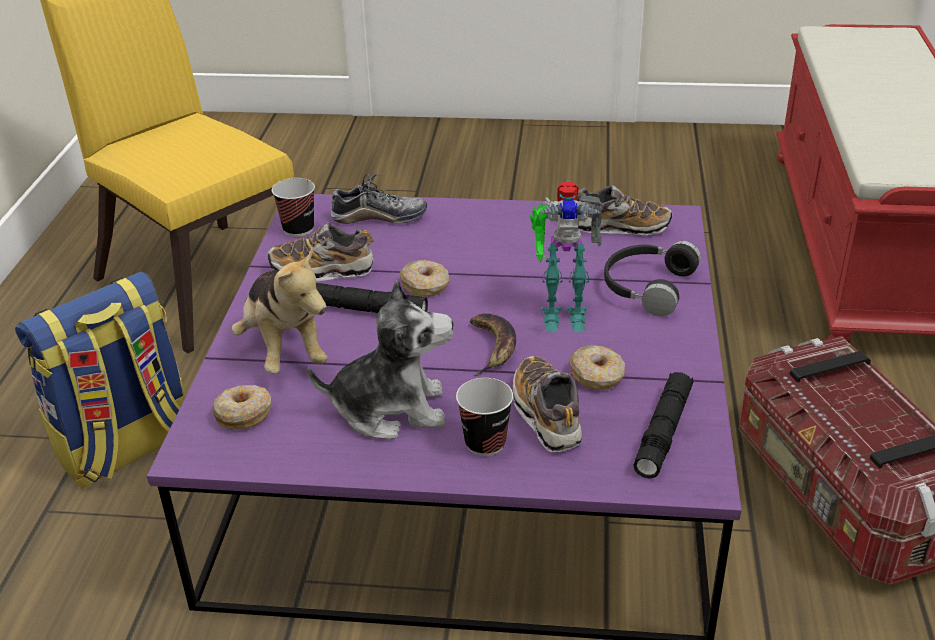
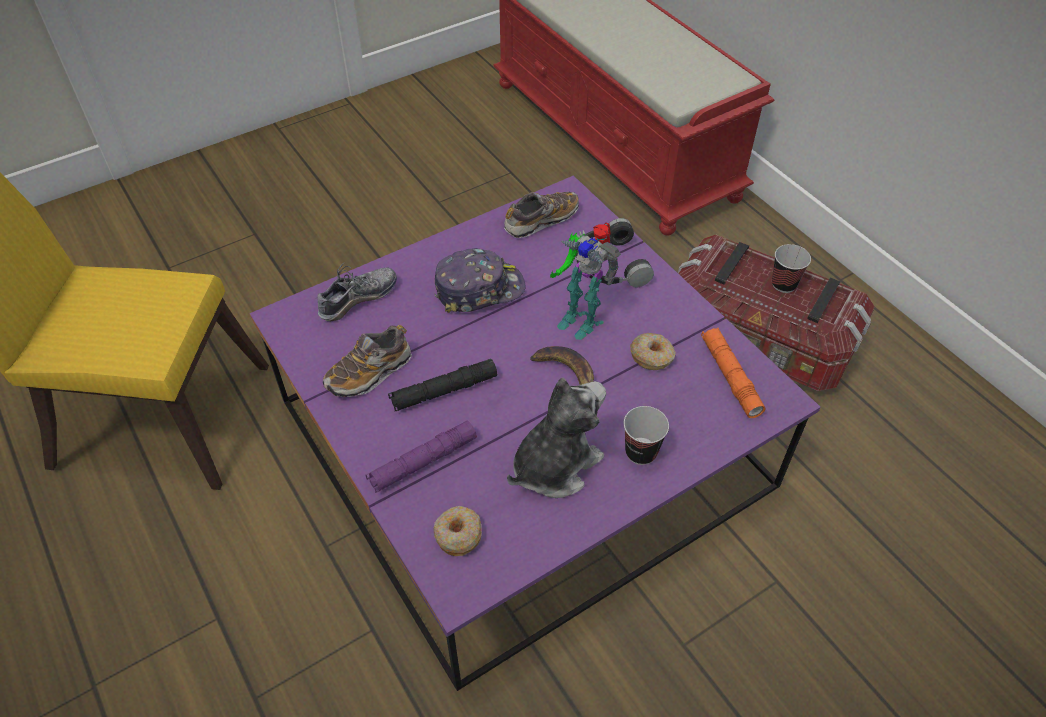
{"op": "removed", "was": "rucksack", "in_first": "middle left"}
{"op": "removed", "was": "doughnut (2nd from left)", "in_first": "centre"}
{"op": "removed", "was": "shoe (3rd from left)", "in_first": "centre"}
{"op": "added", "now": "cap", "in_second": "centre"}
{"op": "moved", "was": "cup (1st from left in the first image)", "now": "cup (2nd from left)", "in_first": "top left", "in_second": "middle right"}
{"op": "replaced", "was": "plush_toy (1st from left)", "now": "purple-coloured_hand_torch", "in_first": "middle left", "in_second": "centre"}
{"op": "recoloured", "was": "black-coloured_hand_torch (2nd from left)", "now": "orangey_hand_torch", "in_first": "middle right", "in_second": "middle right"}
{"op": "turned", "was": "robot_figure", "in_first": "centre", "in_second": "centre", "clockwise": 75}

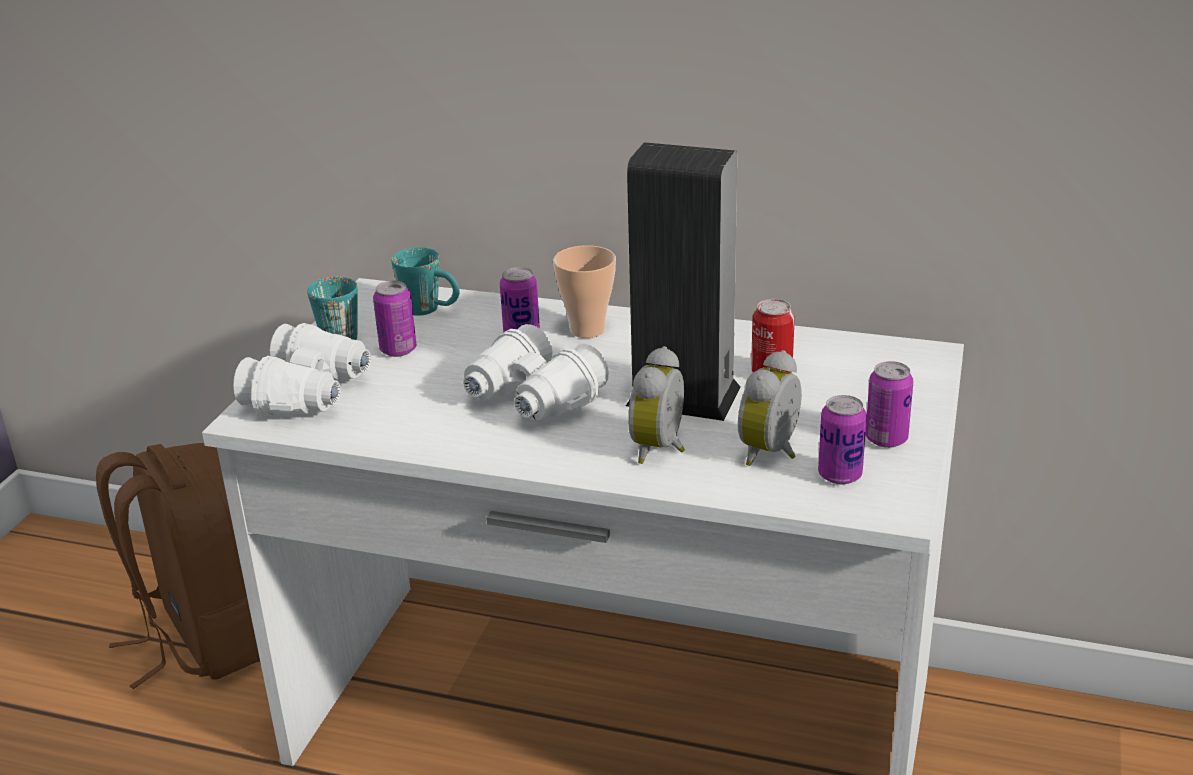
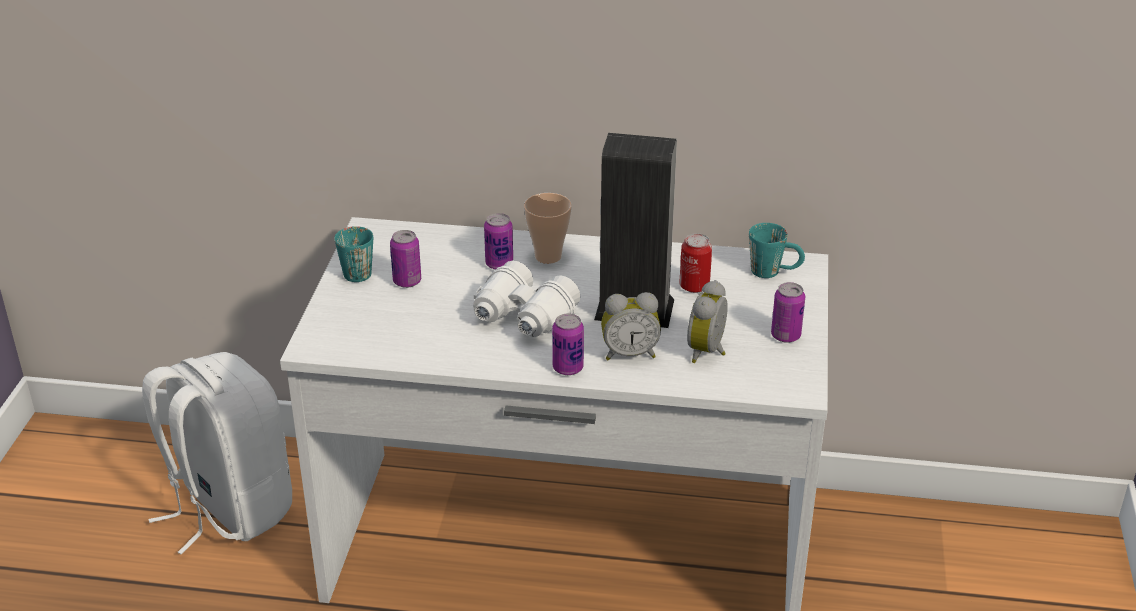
{"op": "removed", "was": "whitish_field_glasses (1st from left)", "in_first": "middle left"}
{"op": "moved", "was": "turquoise-coloured_coffee_mug (2nd from left)", "in_first": "centre", "in_second": "middle right"}
{"op": "moved", "was": "can (4th from left in the first image)", "now": "can (3rd from left)", "in_first": "middle right", "in_second": "centre"}
{"op": "recoloured", "was": "brown_rucksack", "now": "whitish_rucksack", "in_first": "bottom left", "in_second": "bottom left"}
{"op": "turned", "was": "bedside_clock (1st from left)", "in_first": "centre", "in_second": "centre", "clockwise": -105}

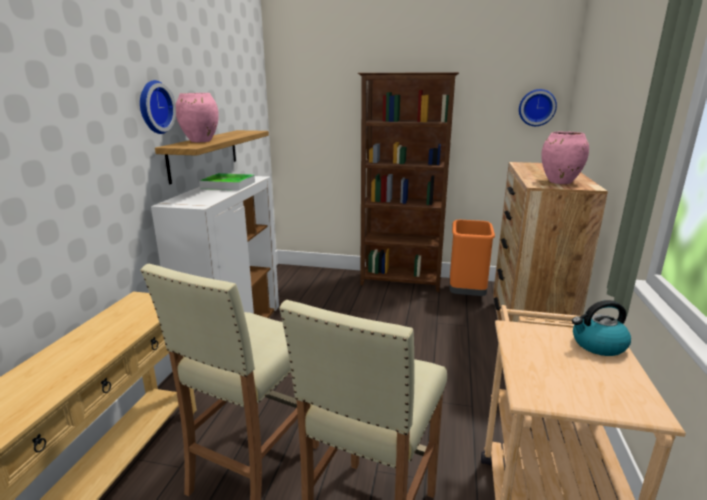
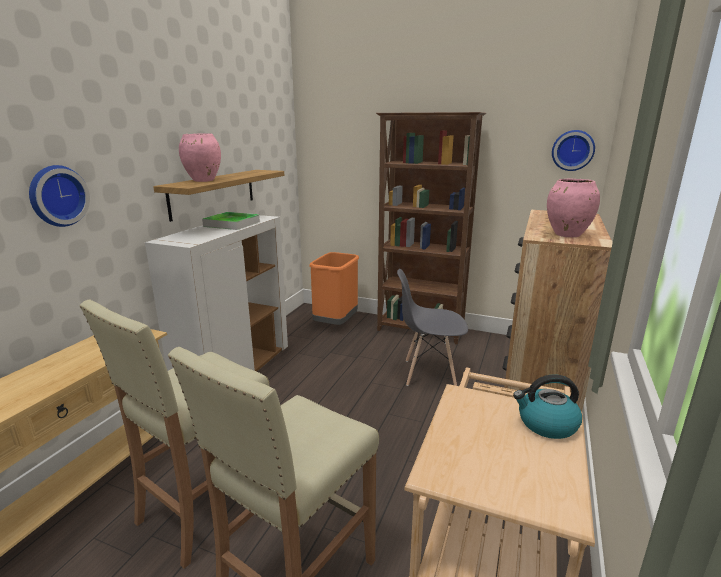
{"op": "added", "now": "grey_chair", "in_second": "centre"}
{"op": "moved", "was": "clock_on_the_wall (1st from left)", "in_first": "top left", "in_second": "middle left"}
{"op": "moved", "was": "orangey_waste_bin", "in_first": "middle right", "in_second": "centre"}

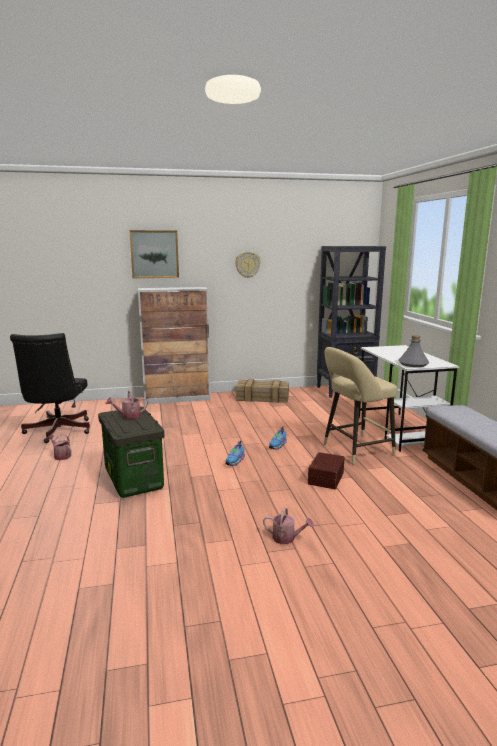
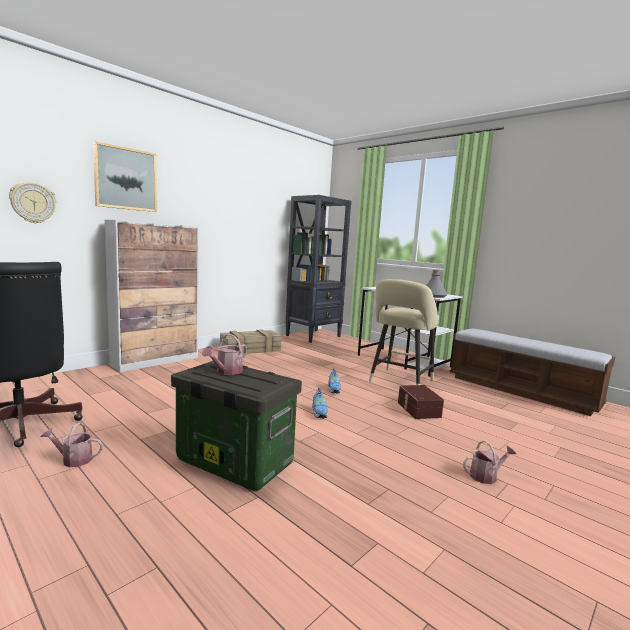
{"op": "moved", "was": "clock_on_the_wall", "in_first": "centre", "in_second": "top left"}

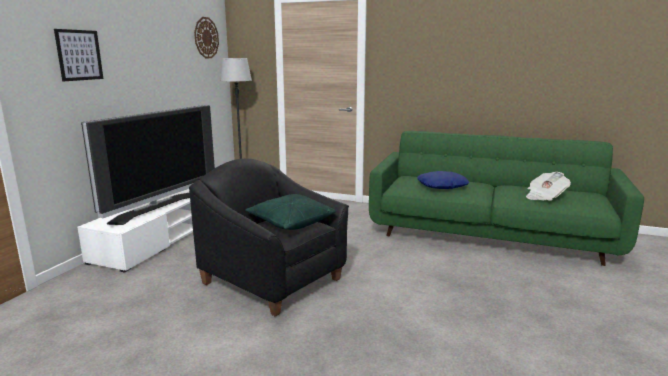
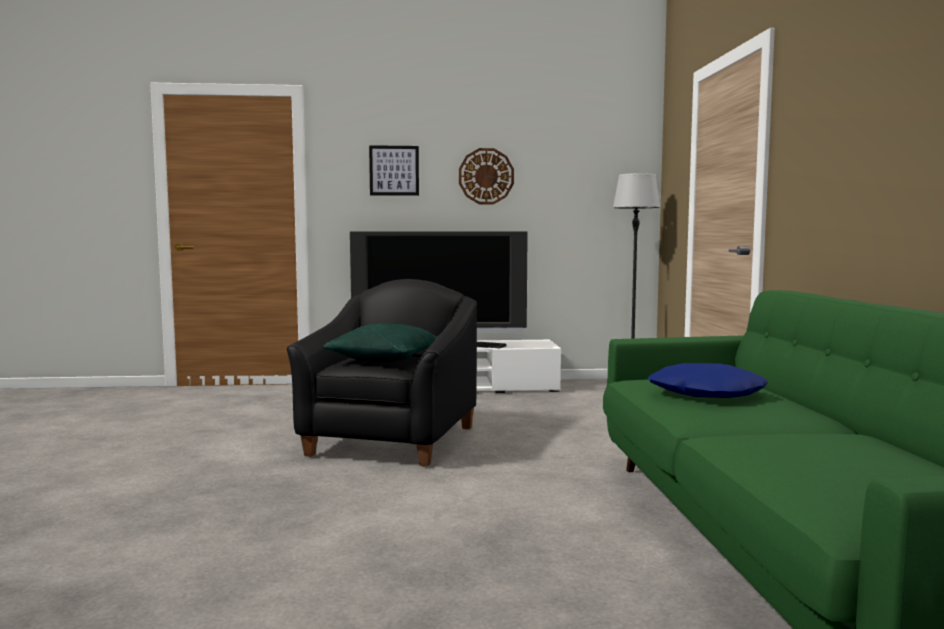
{"op": "removed", "was": "newspaper", "in_first": "middle right"}
{"op": "moved", "was": "clock_on_the_wall", "in_first": "top left", "in_second": "top centre"}

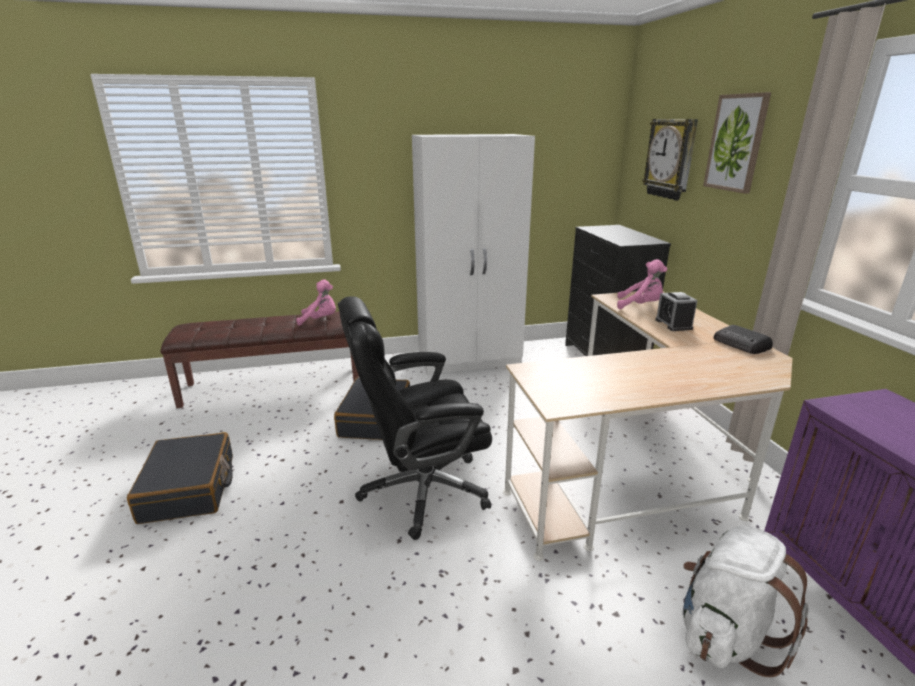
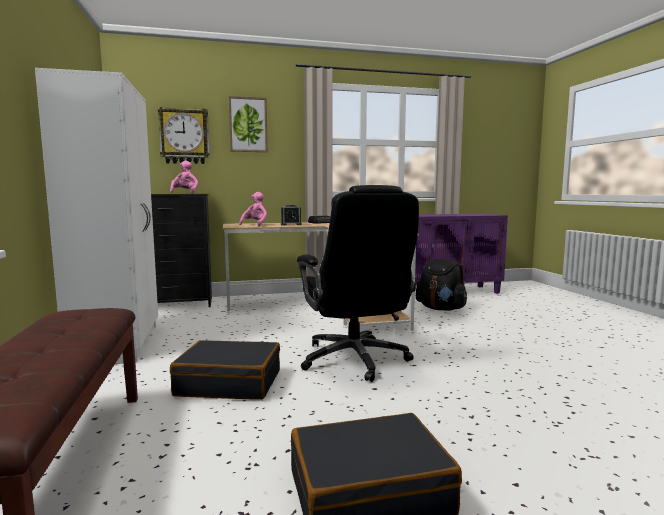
{"op": "moved", "was": "pinkish_plush_toy (1st from left)", "in_first": "centre", "in_second": "middle left"}
{"op": "recoloured", "was": "whitish_rucksack", "now": "black-coloured_rucksack", "in_first": "bottom right", "in_second": "centre"}

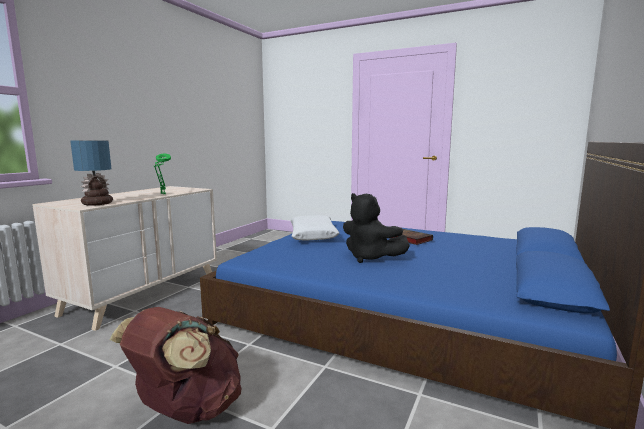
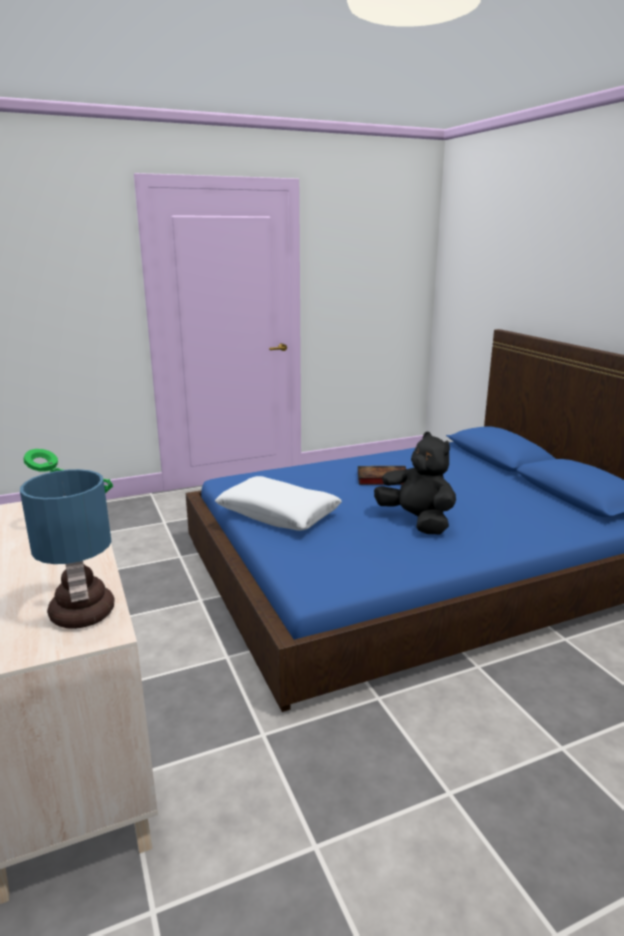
{"op": "removed", "was": "brown_rucksack", "in_first": "bottom left"}
{"op": "turned", "was": "black-coloured_plush_toy", "in_first": "centre", "in_second": "centre", "clockwise": -120}

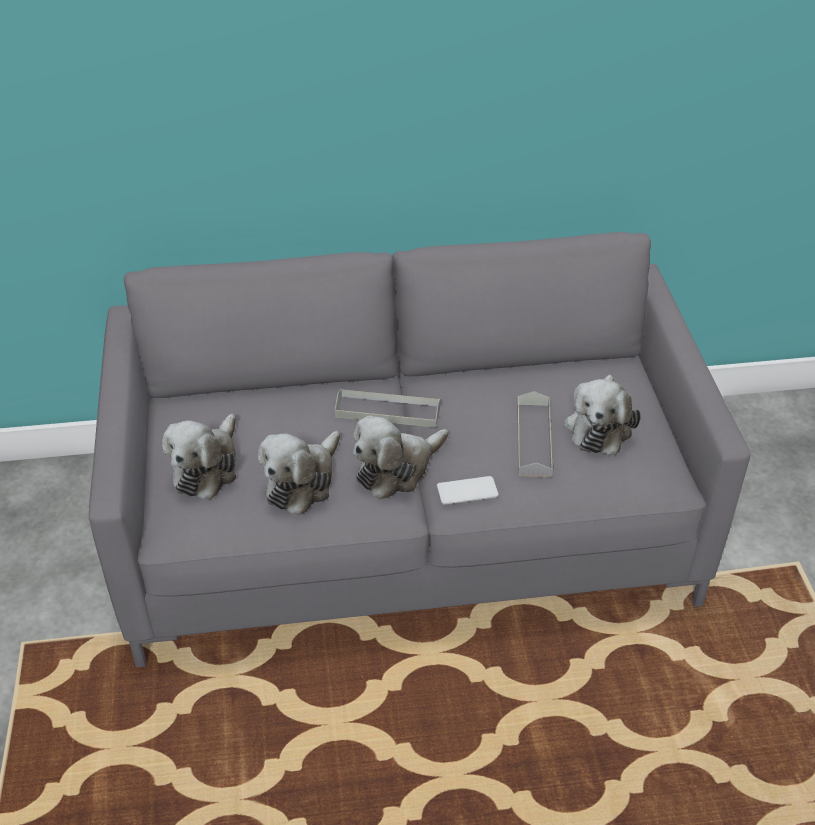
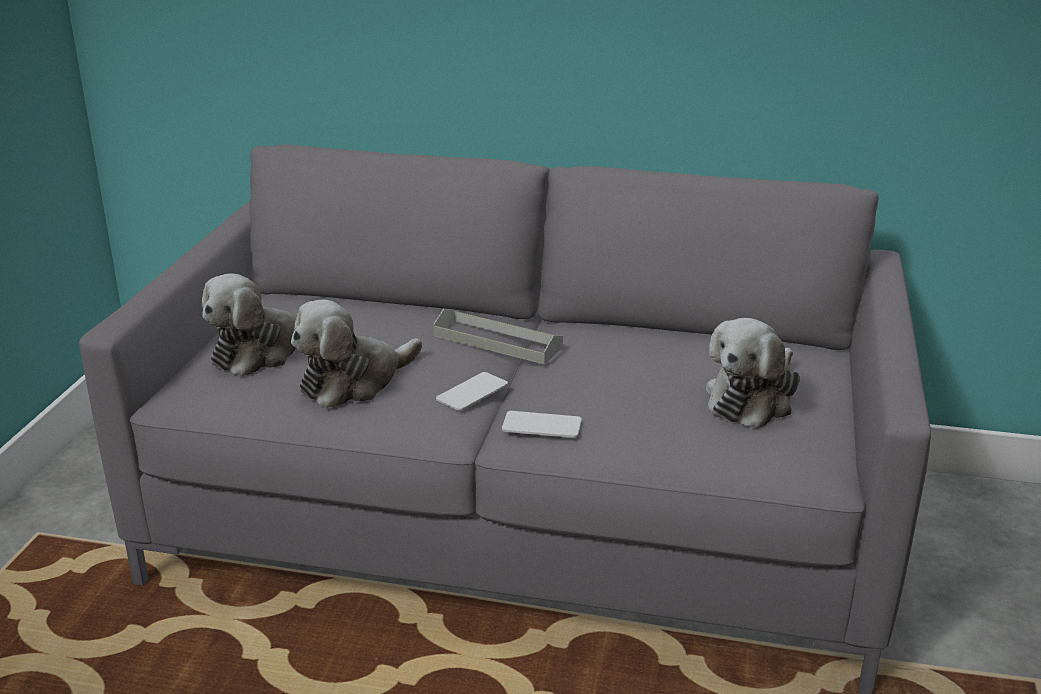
{"op": "removed", "was": "grey_serving_tray (2nd from left)", "in_first": "centre"}
{"op": "replaced", "was": "plush_toy (3rd from left)", "now": "handset (1st from left)", "in_first": "centre", "in_second": "centre"}

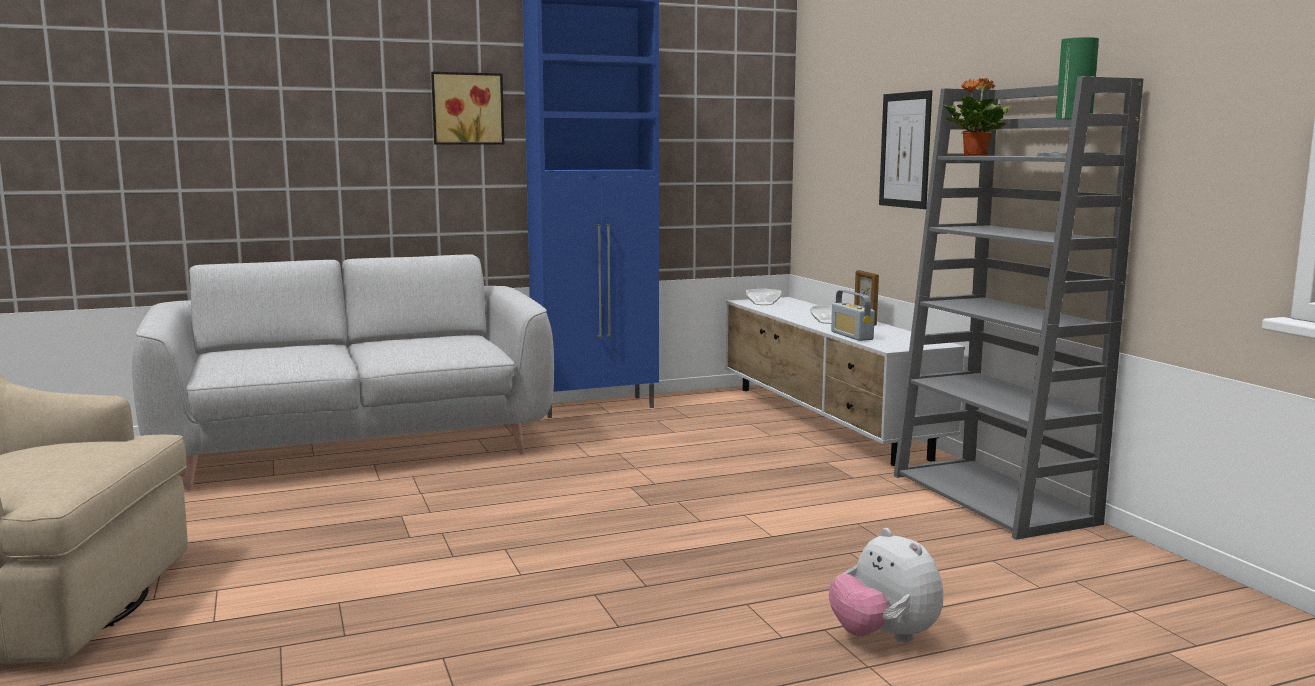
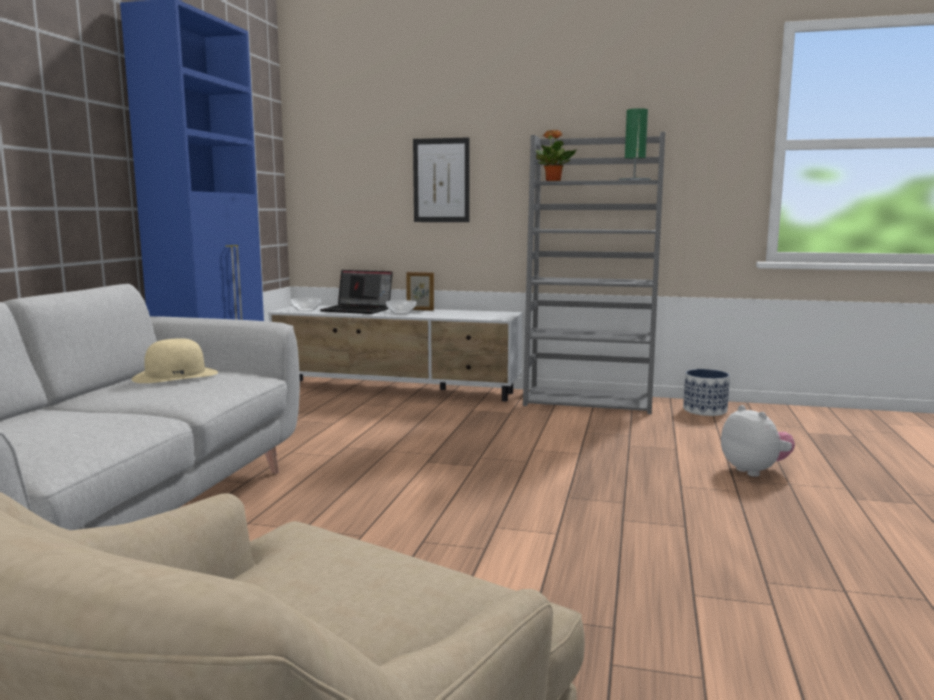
{"op": "removed", "was": "wall_art (1st from left)", "in_first": "top centre"}
{"op": "removed", "was": "radio_set", "in_first": "centre"}
{"op": "added", "now": "sand-coloured_wearable_hat", "in_second": "middle left"}
{"op": "added", "now": "portable_computer", "in_second": "centre"}
{"op": "added", "now": "planter", "in_second": "middle right"}
{"op": "turned", "was": "plush_toy", "in_first": "bottom right", "in_second": "middle right", "clockwise": -120}

